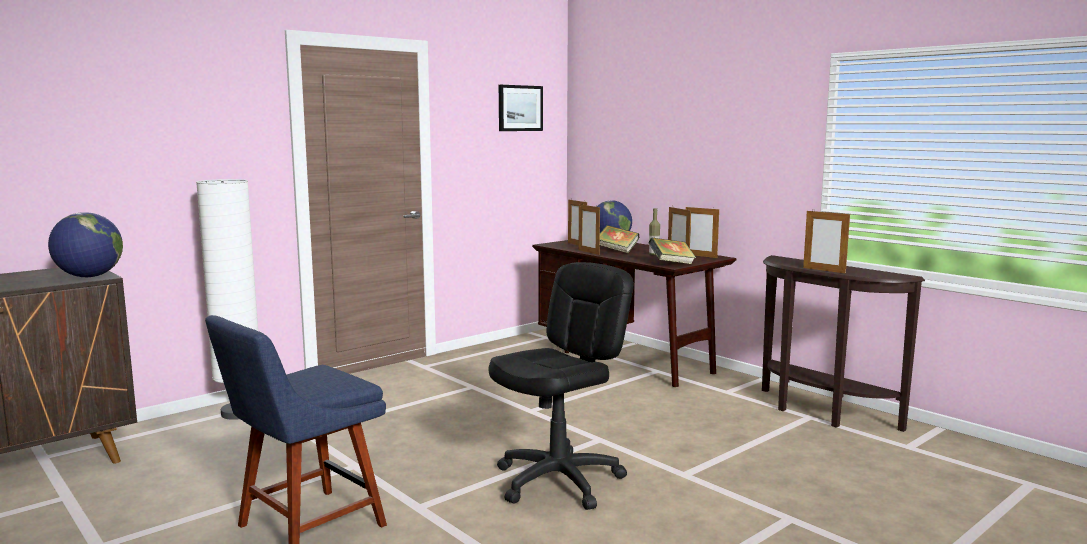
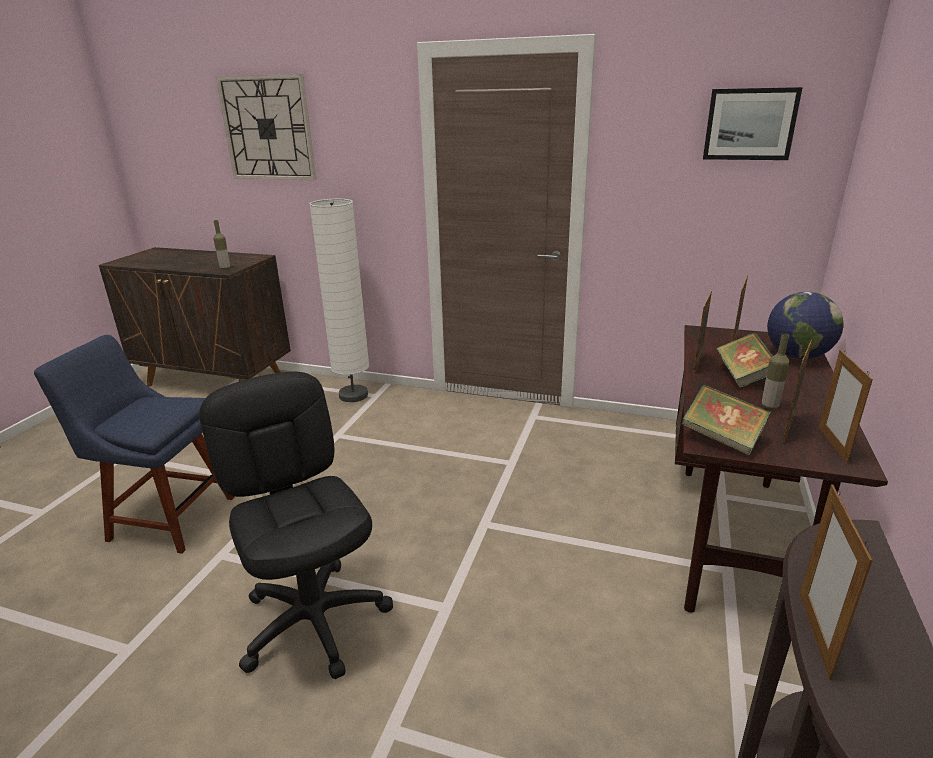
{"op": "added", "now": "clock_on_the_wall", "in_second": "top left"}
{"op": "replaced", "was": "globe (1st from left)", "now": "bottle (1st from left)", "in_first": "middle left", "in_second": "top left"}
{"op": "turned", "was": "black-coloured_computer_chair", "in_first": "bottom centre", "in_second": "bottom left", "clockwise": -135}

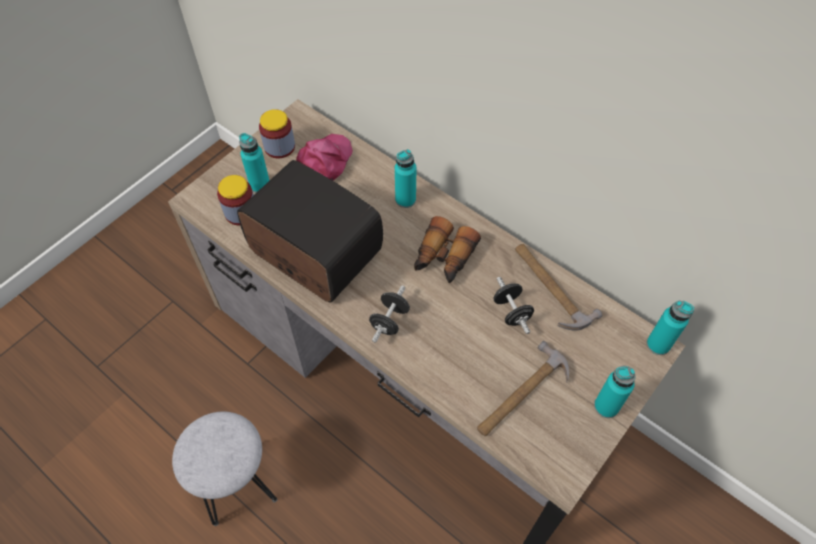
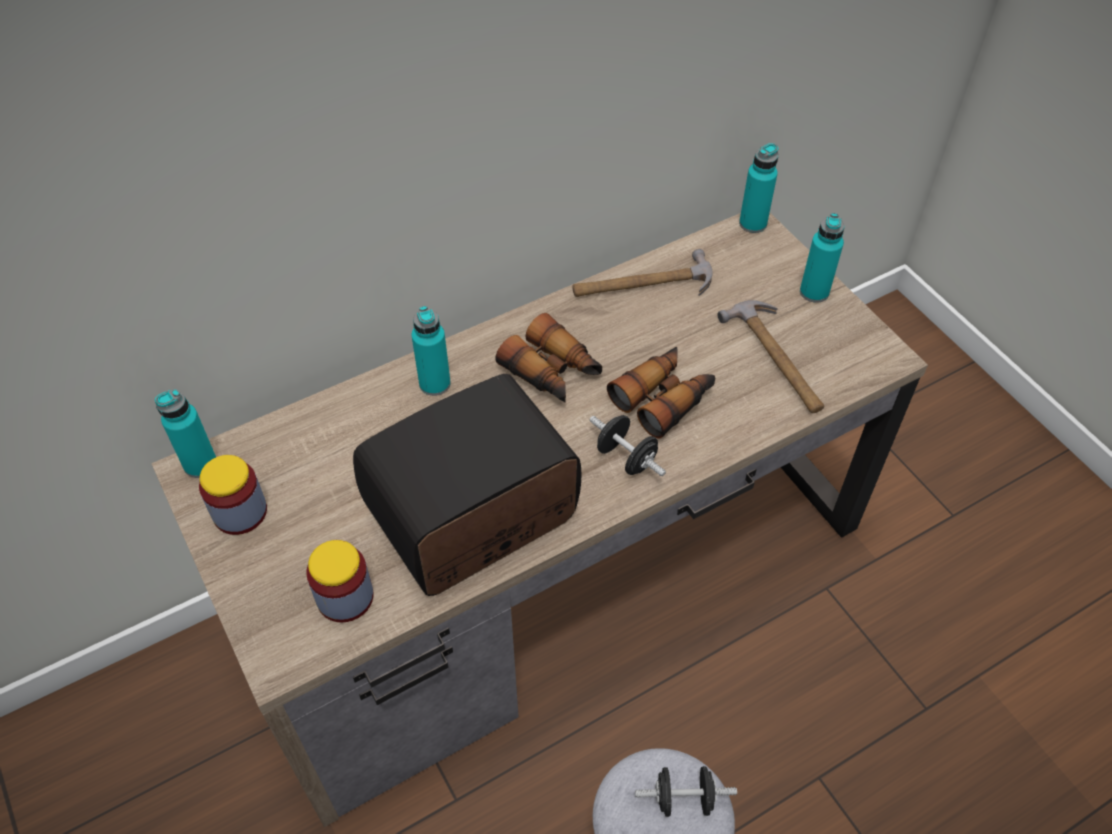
{"op": "removed", "was": "pinkish_cap", "in_first": "top centre"}
{"op": "added", "now": "field_glasses (2nd from left)", "in_second": "centre"}
{"op": "moved", "was": "turquoise-coloured_bottle (1st from left)", "in_first": "top left", "in_second": "middle left"}
{"op": "moved", "was": "black-coloured_free_weight (2nd from left)", "in_first": "centre", "in_second": "bottom centre"}

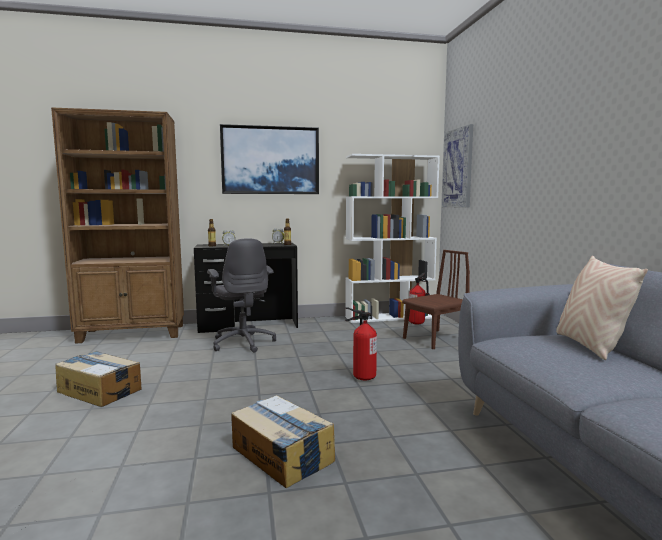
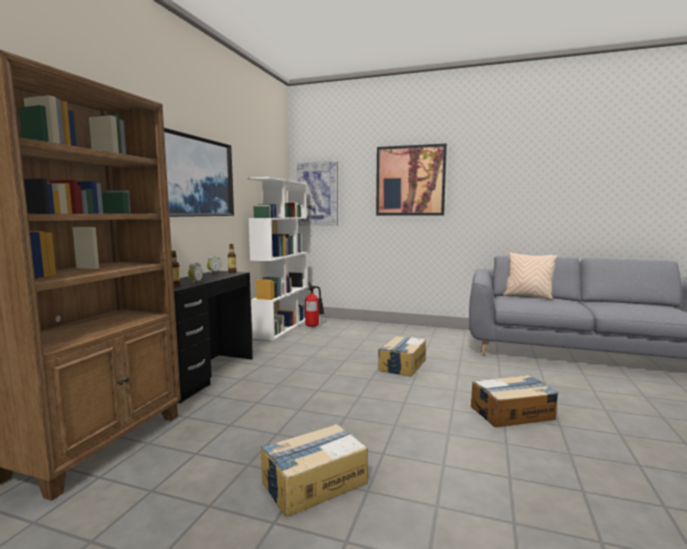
{"op": "removed", "was": "grey_computer_chair", "in_first": "centre"}
{"op": "removed", "was": "brown_chair", "in_first": "centre"}
{"op": "added", "now": "wall_art (3rd from left)", "in_second": "top centre"}
{"op": "replaced", "was": "fire-fighting_cylinder (1st from left)", "now": "carton (2nd from left)", "in_first": "centre", "in_second": "centre"}

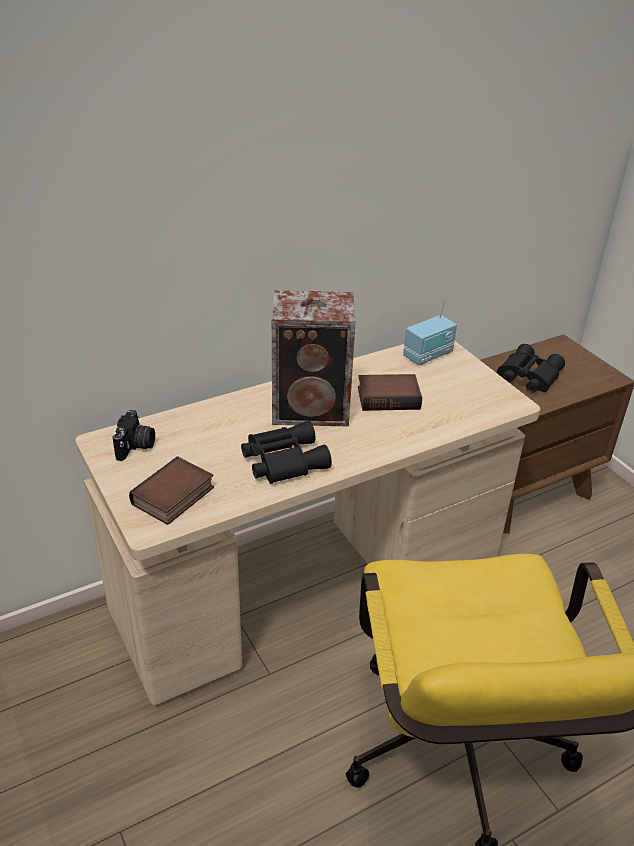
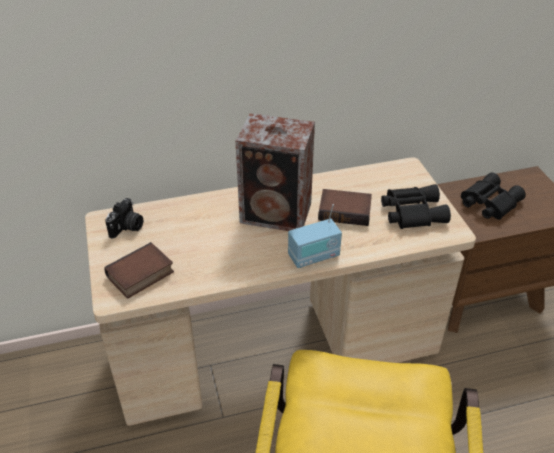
{"op": "moved", "was": "black-coloured_field_glasses (1st from left)", "in_first": "centre", "in_second": "middle right"}
{"op": "moved", "was": "radio_set", "in_first": "middle right", "in_second": "centre"}

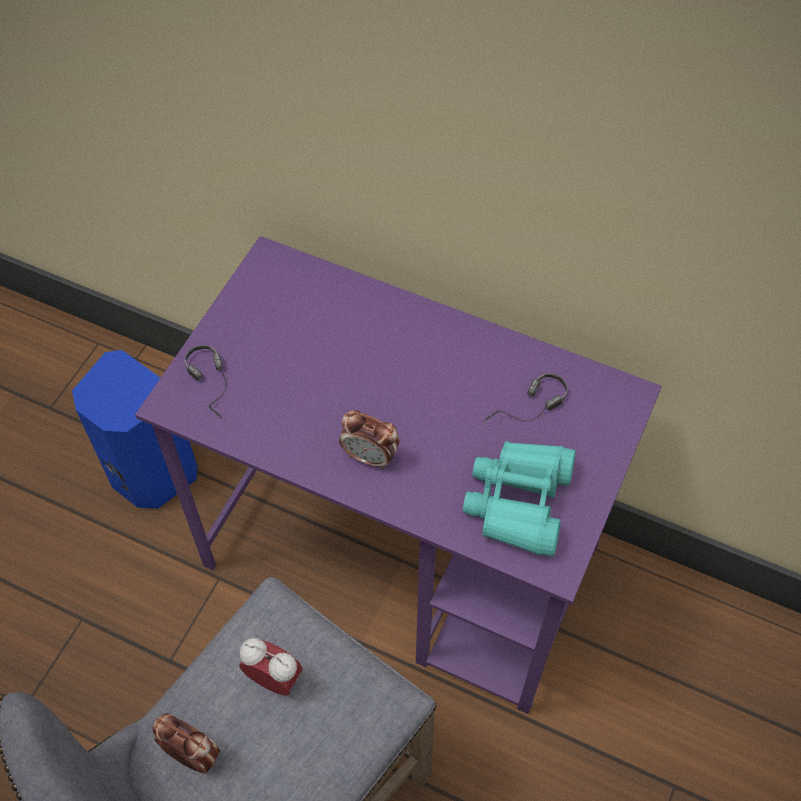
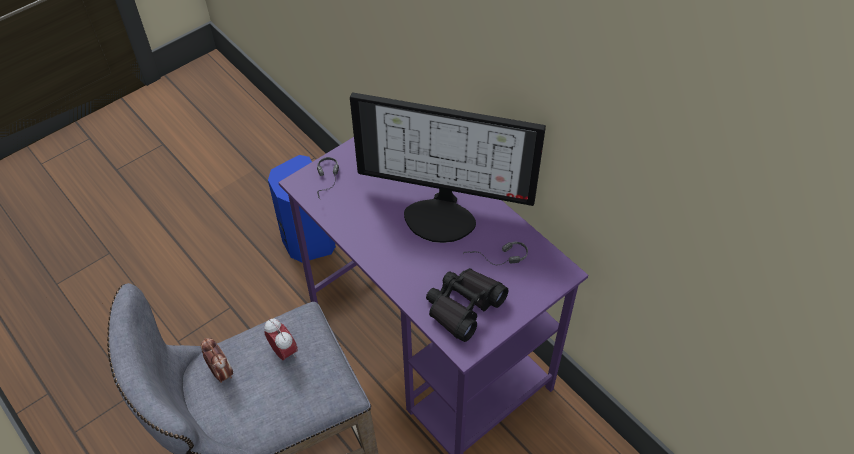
{"op": "removed", "was": "bedside_clock (3rd from left)", "in_first": "centre"}
{"op": "added", "now": "computer_display", "in_second": "centre"}
{"op": "recoloured", "was": "turquoise-coloured_field_glasses", "now": "black-coloured_field_glasses", "in_first": "centre", "in_second": "bottom centre"}

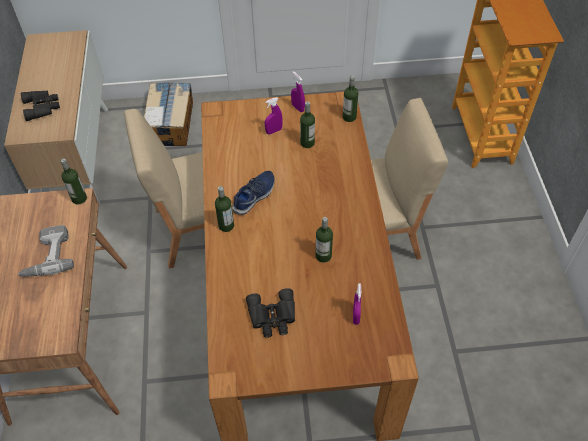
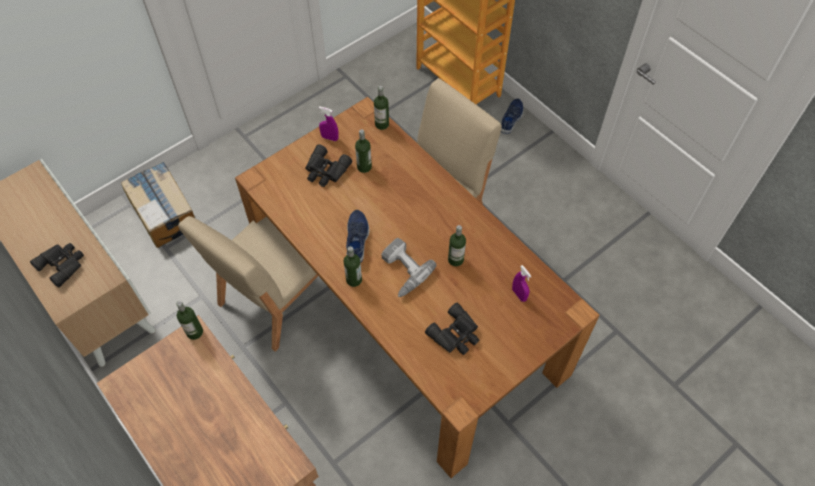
{"op": "added", "now": "blue_shoe (2nd from left)", "in_second": "top centre"}
{"op": "moved", "was": "power_drill", "in_first": "middle left", "in_second": "centre"}
{"op": "replaced", "was": "purple-coloured_sprayer (1st from left)", "now": "black-coloured_field_glasses (2nd from left)", "in_first": "top centre", "in_second": "centre"}

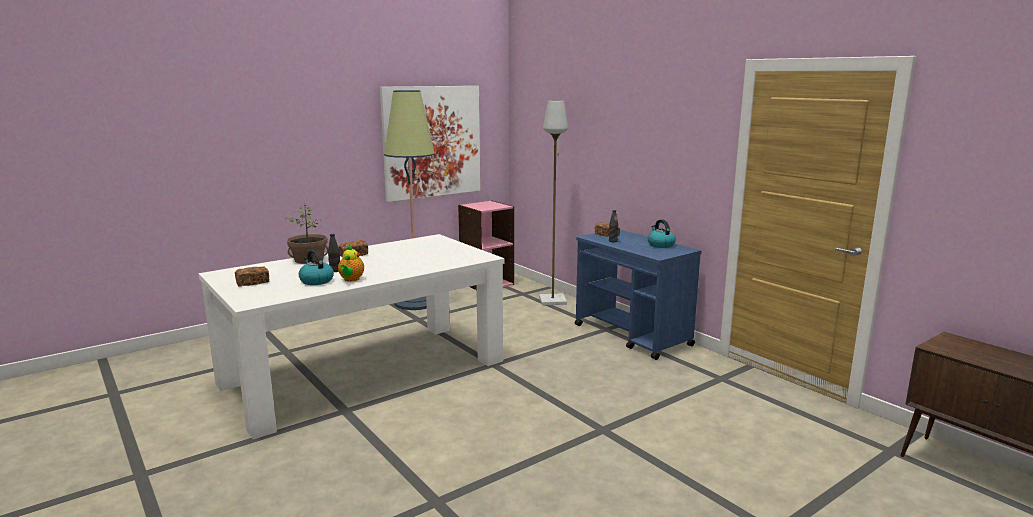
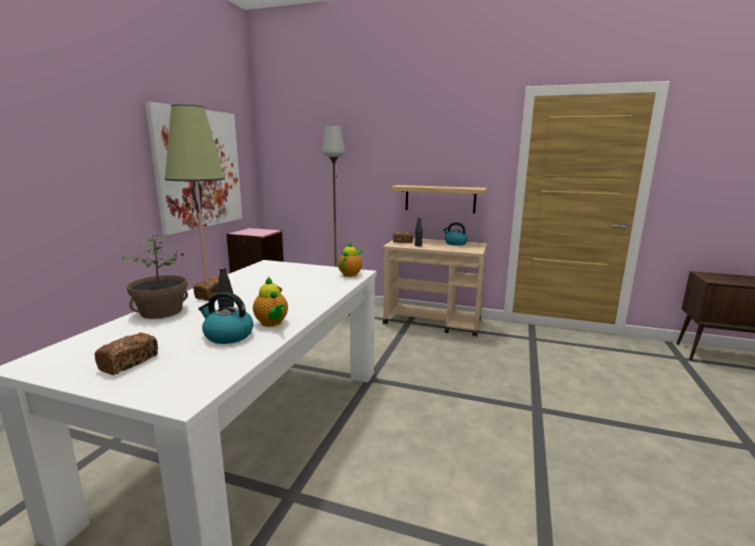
{"op": "added", "now": "tea_pot (2nd from left)", "in_second": "centre"}
{"op": "added", "now": "bracket_shelf", "in_second": "centre"}
{"op": "recoloured", "was": "blue_trolley", "now": "sand-coloured_trolley", "in_first": "centre", "in_second": "centre"}

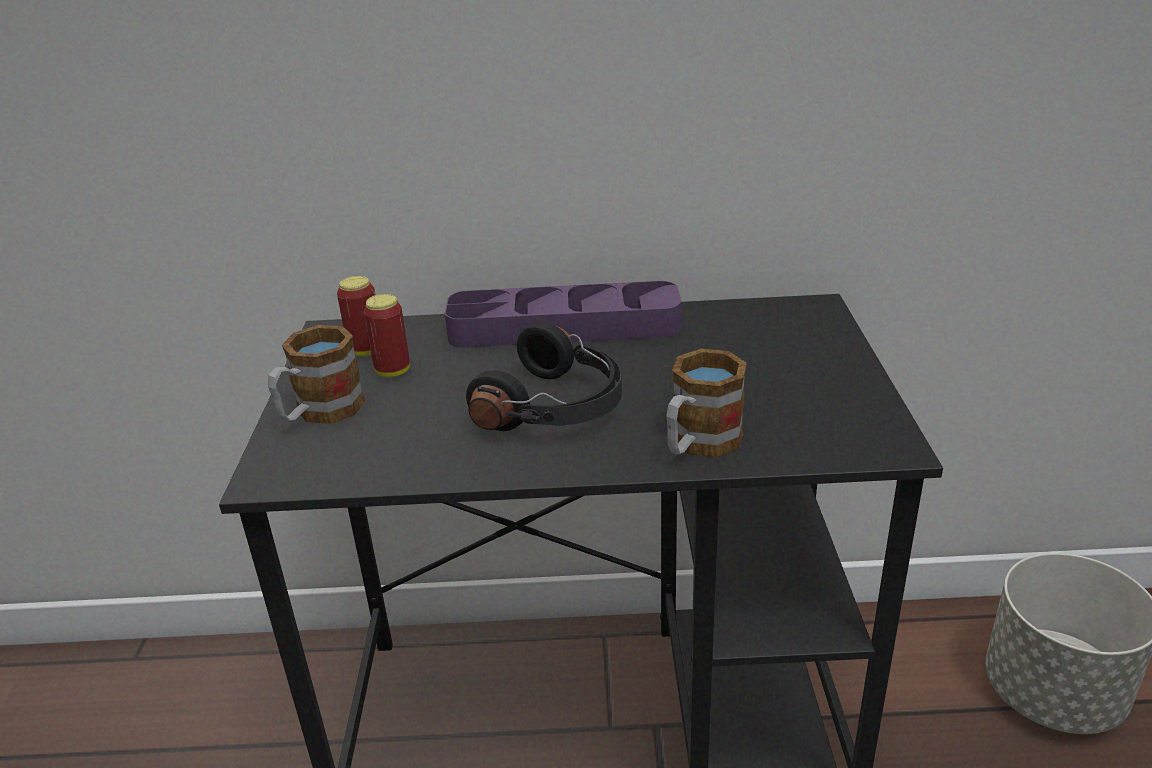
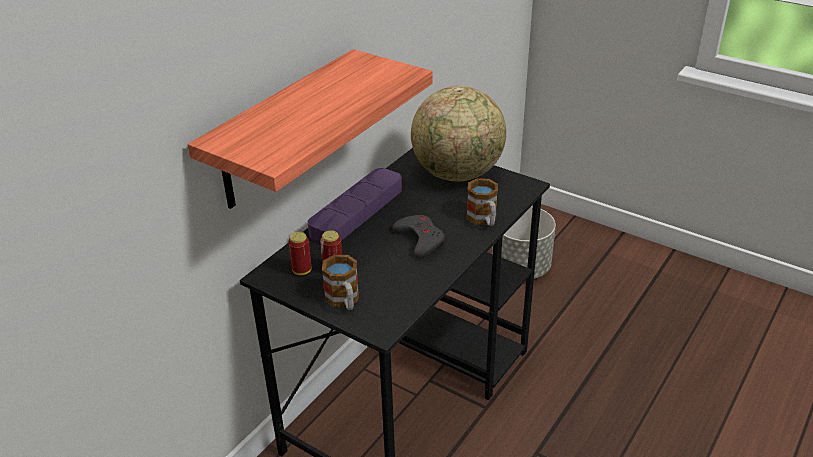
{"op": "added", "now": "bracket_shelf", "in_second": "top centre"}
{"op": "added", "now": "globe", "in_second": "top centre"}
{"op": "replaced", "was": "black-coloured_headset", "now": "grey_joypad", "in_first": "centre", "in_second": "centre"}

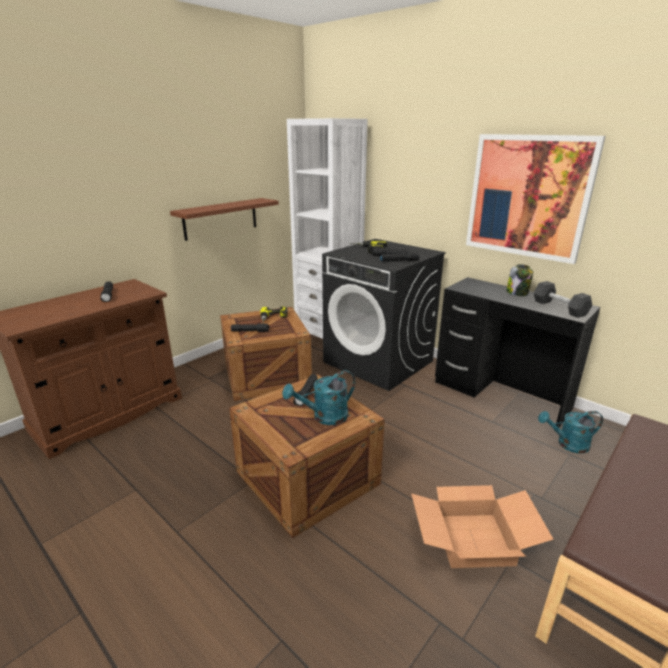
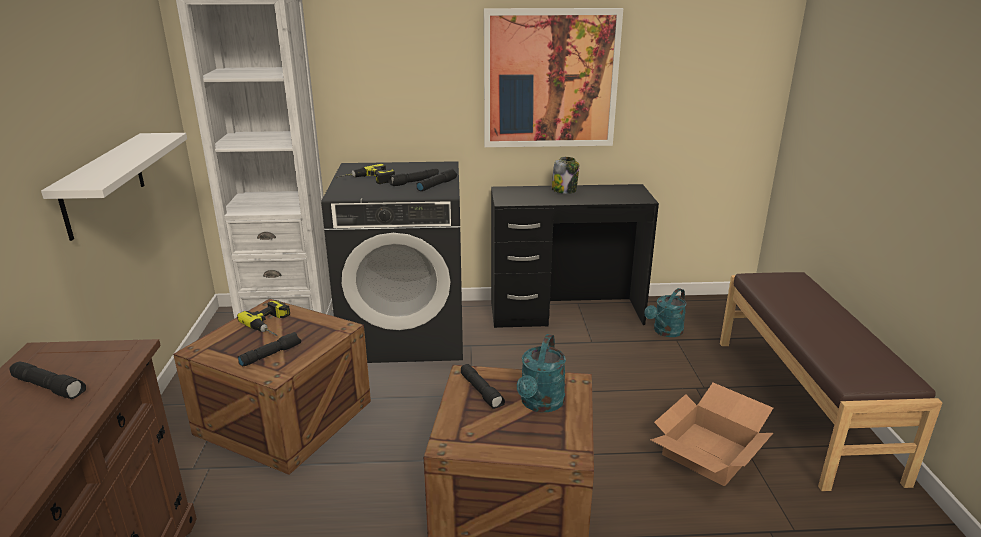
{"op": "removed", "was": "black-coloured_free_weight", "in_first": "middle right"}
{"op": "recoloured", "was": "brown_bracket_shelf", "now": "whitish_bracket_shelf", "in_first": "top centre", "in_second": "middle left"}

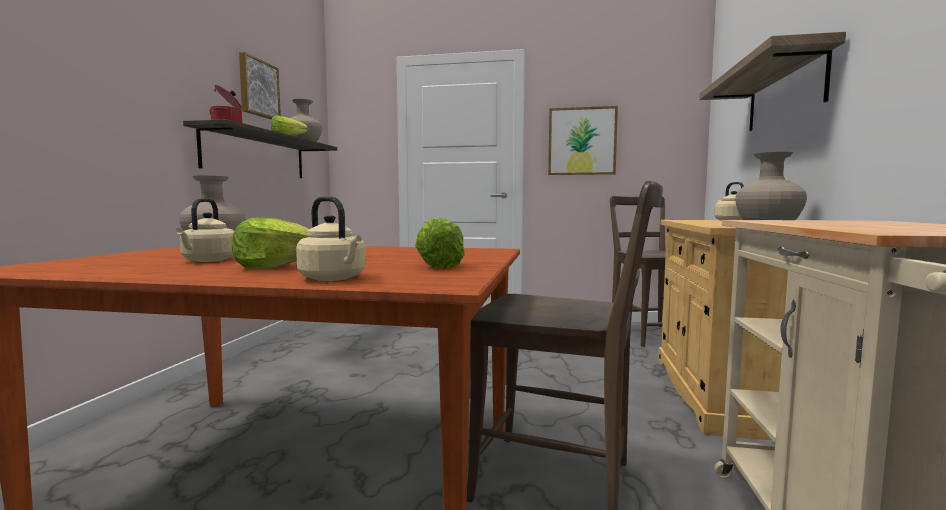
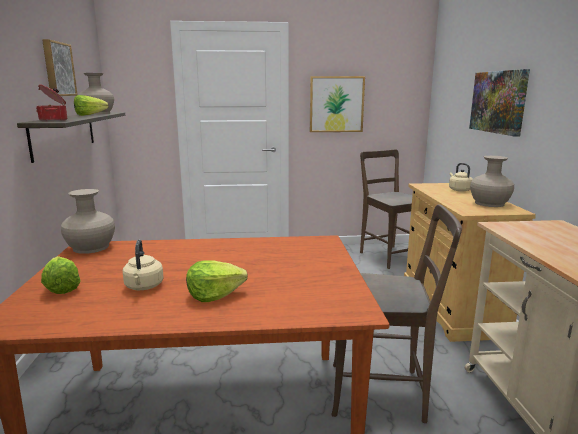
{"op": "removed", "was": "sand-coloured_kettle (2nd from left)", "in_first": "centre"}
{"op": "moved", "was": "lettuce (3rd from left in the first image)", "now": "lettuce (1st from left)", "in_first": "centre", "in_second": "middle left"}
{"op": "replaced", "was": "bracket_shelf (2nd from left)", "now": "wall_art (3rd from left)", "in_first": "top right", "in_second": "top right"}

